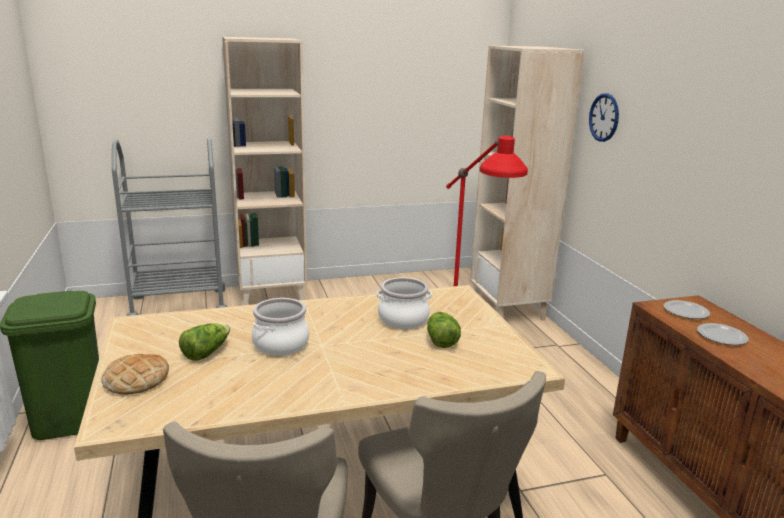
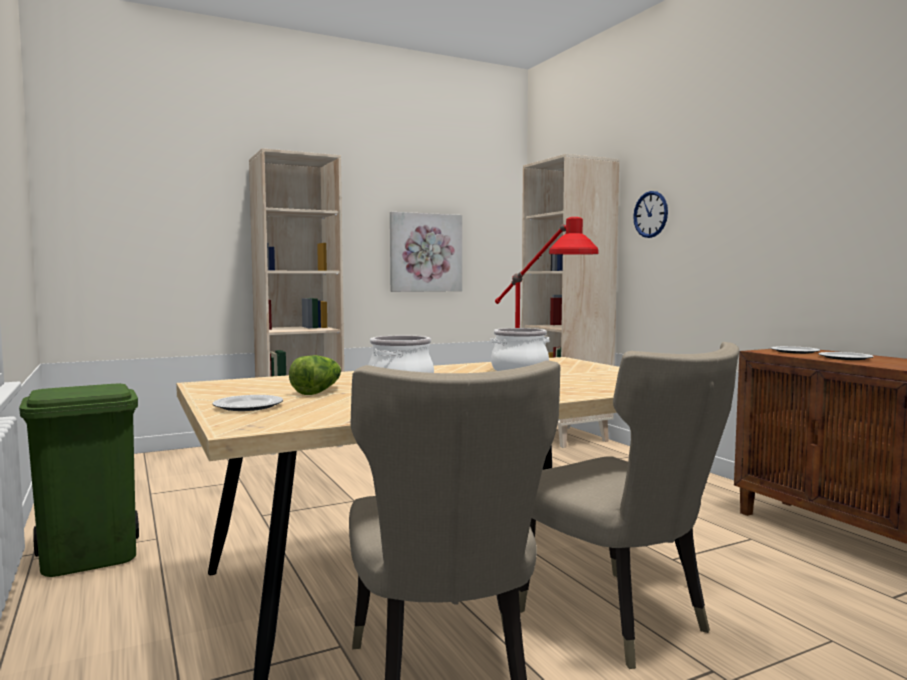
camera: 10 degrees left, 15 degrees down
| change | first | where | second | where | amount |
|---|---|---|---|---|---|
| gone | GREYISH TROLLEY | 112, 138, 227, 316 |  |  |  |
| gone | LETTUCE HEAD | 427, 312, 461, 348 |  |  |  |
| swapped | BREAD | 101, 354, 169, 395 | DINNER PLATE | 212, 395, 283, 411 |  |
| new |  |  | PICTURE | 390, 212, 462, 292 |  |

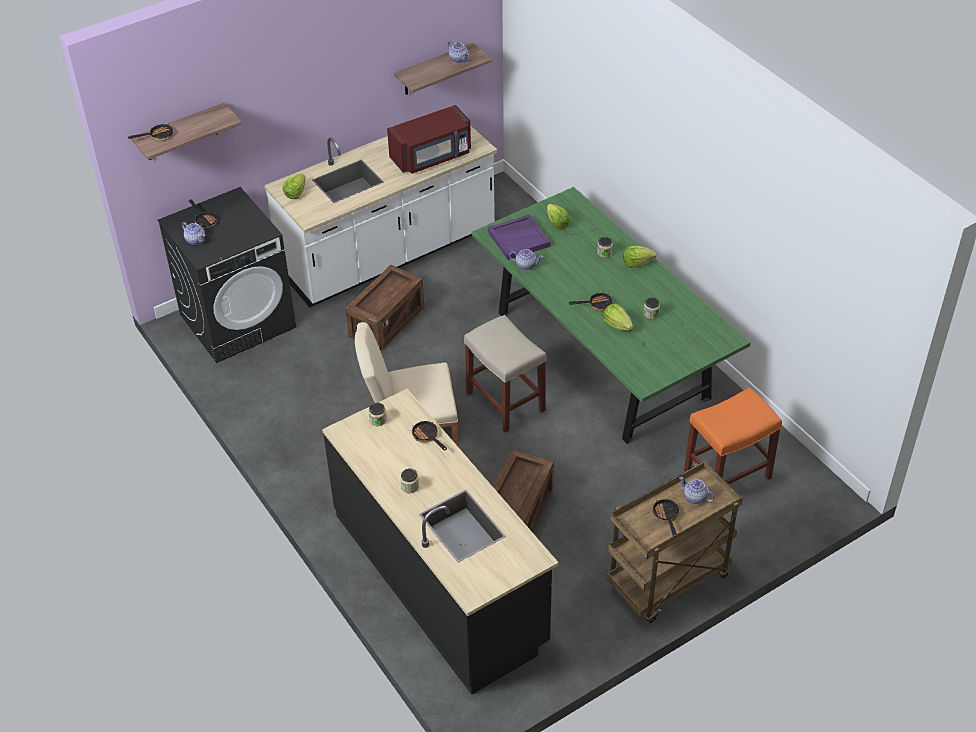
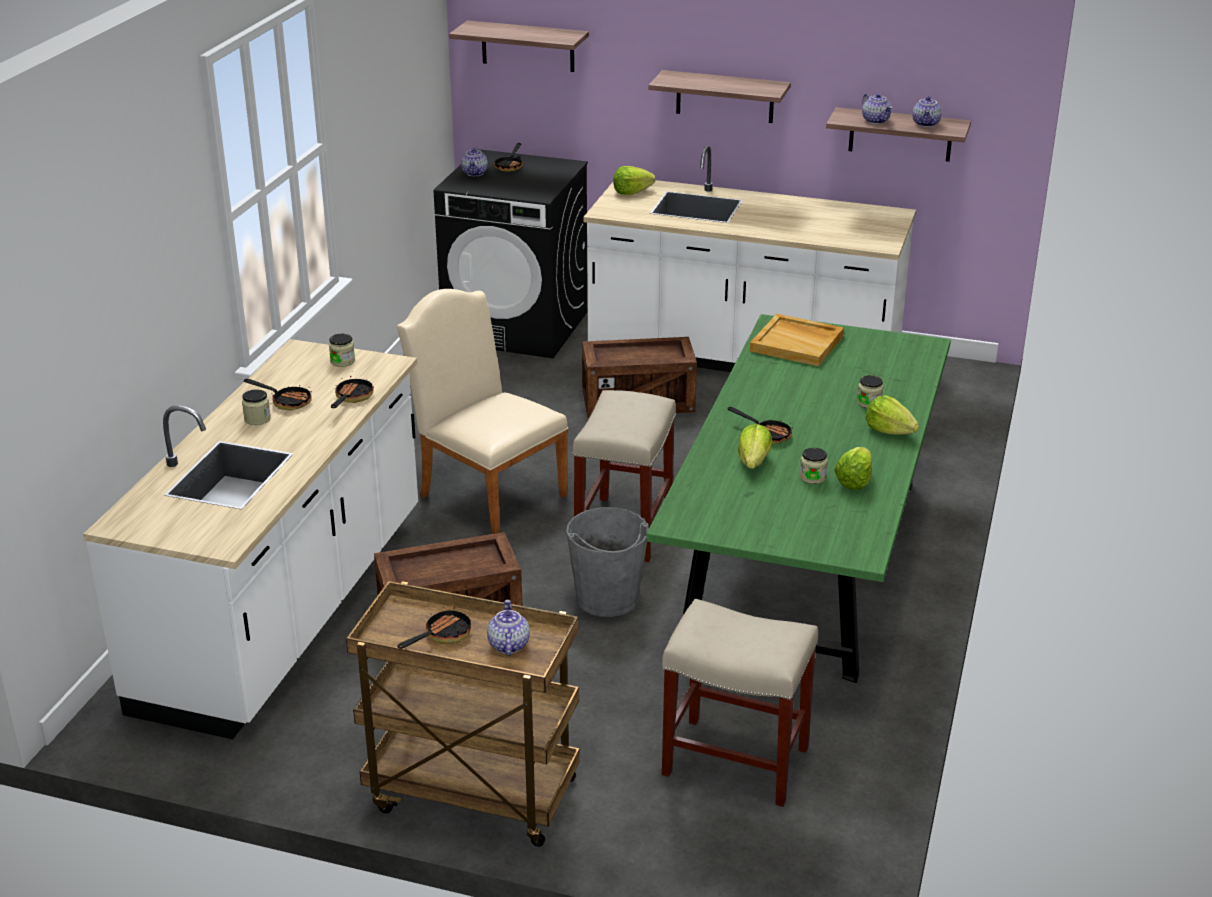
camera: 50 degrees right, 15 degrees down
| change | first | where | second | where | amount |
|---|---|---|---|---|---|
| gone | REDDISH MICROWAVE OVEN | 387, 105, 471, 174 |  |  |  |
| shifted | SKILLET | 128, 123, 173, 141 |  | 244, 379, 312, 410 |  |
| shifted | LETTUCE HEAD | 547, 204, 570, 229 |  | 834, 447, 872, 490 |  |
| repainted | PURPLE-COLOURED CARRYING TRAY | 488, 214, 551, 260 | BEIGE-COLOURED CARRYING TRAY | 750, 314, 844, 366 |  |
| shifted | TEA POT | 509, 249, 543, 270 |  | 862, 93, 892, 124 |  |
| repainted | ORANGE-COLOURED STOOL SEAT | 684, 387, 782, 484 | BEIGE-COLOURED STOOL SEAT | 662, 599, 818, 807 |  |
| repainted | BLACK KITCHEN COUNTER | 322, 389, 559, 695 | WHITISH KITCHEN COUNTER | 83, 339, 418, 739 |  |
| new |  |  | BRACKET SHELF | 648, 70, 791, 123 |  |
| new |  |  | GREYISH BUCKET | 566, 507, 649, 617 |  |

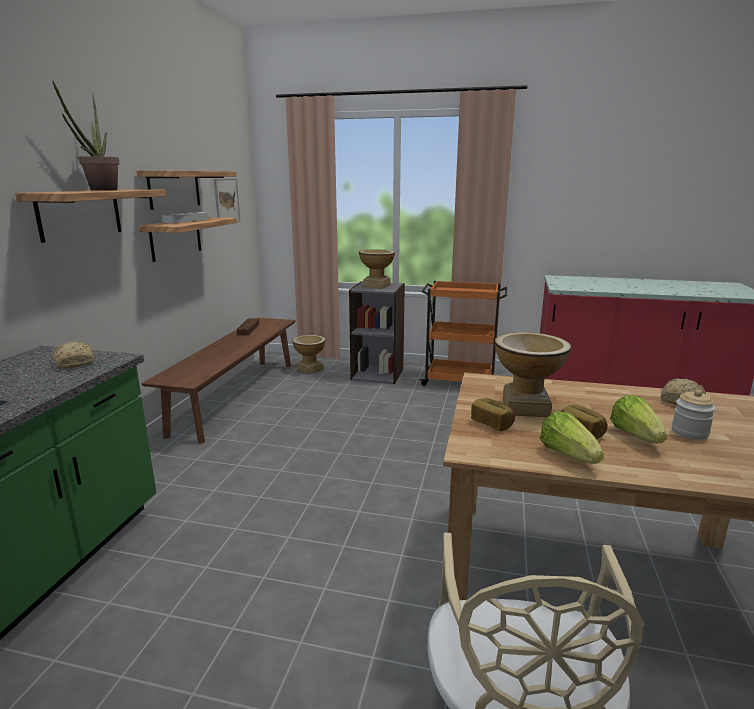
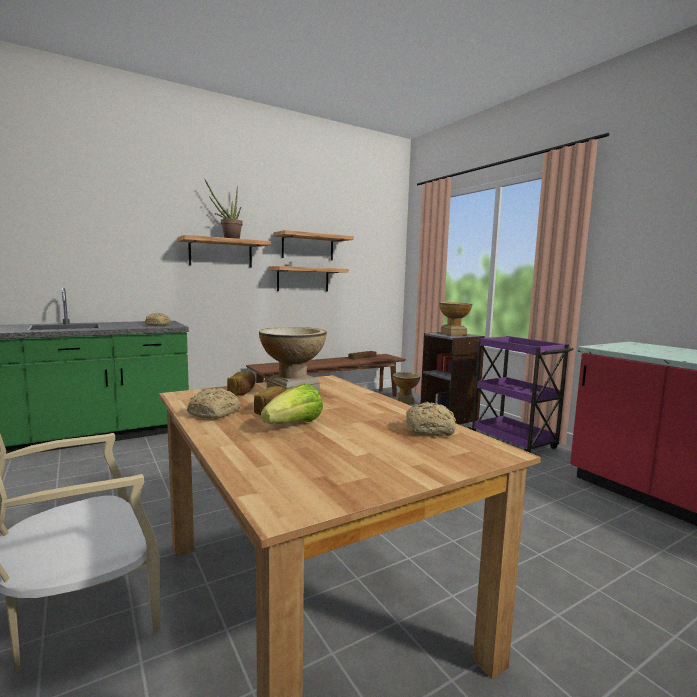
camera: 45 degrees right, 10 degrees down
| change | first | where | second | where | amount |
|---|---|---|---|---|---|
| gone | PICTURE | 214, 179, 240, 222 |  |  |  |
| repainted | ORANGE-COLOURED TROLLEY | 419, 281, 507, 386 | PURPLE-COLOURED TROLLEY | 467, 336, 574, 453 |  |
| gone | PRESERVE JAR | 672, 390, 716, 440 |  |  |  |
| swapped | LETTUCE HEAD | 540, 411, 604, 464 | BREAD | 187, 388, 241, 419 |  |

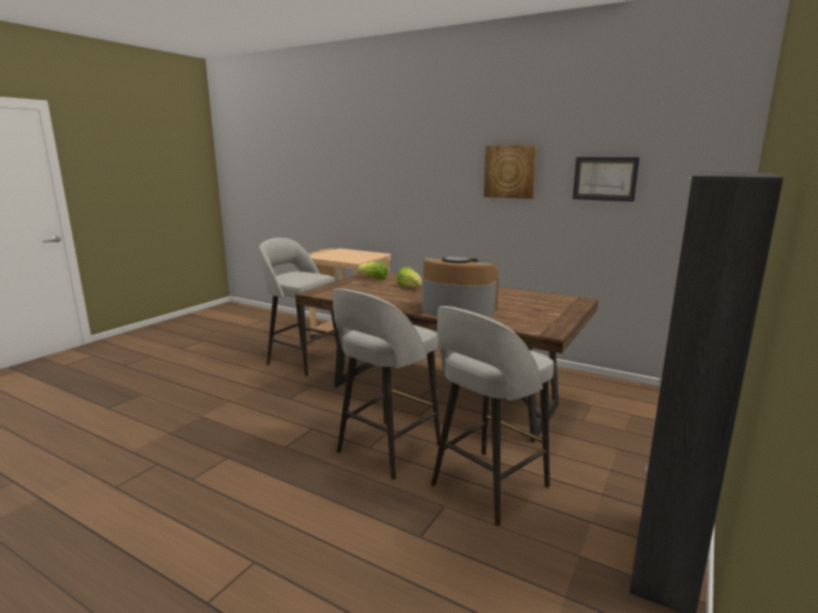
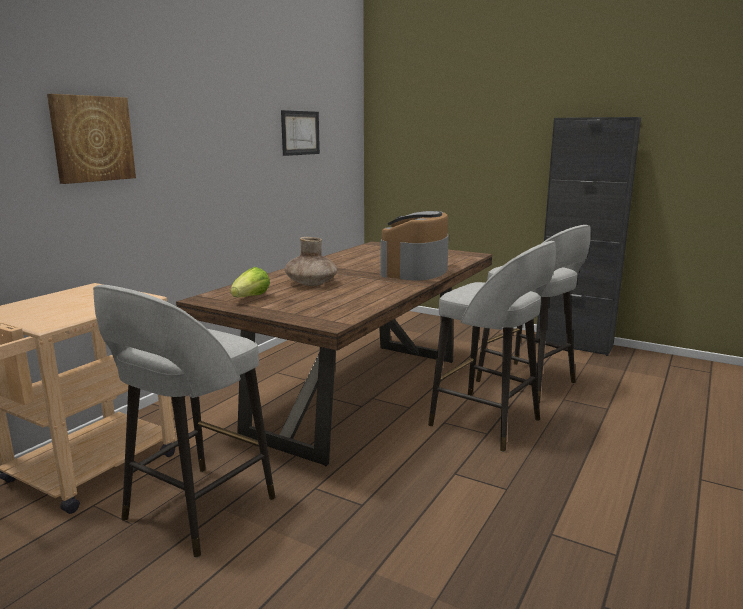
camera: 90 degrees left, 0 degrees up
| change | first | where | second | where | amount |
|---|---|---|---|---|---|
| shifted | PICTURE | 484, 145, 537, 199 |  | 47, 94, 136, 184 |  |
| swapped | LETTUCE HEAD | 396, 267, 422, 287 | BROWN-COLOURED VASE | 285, 237, 337, 286 |  |

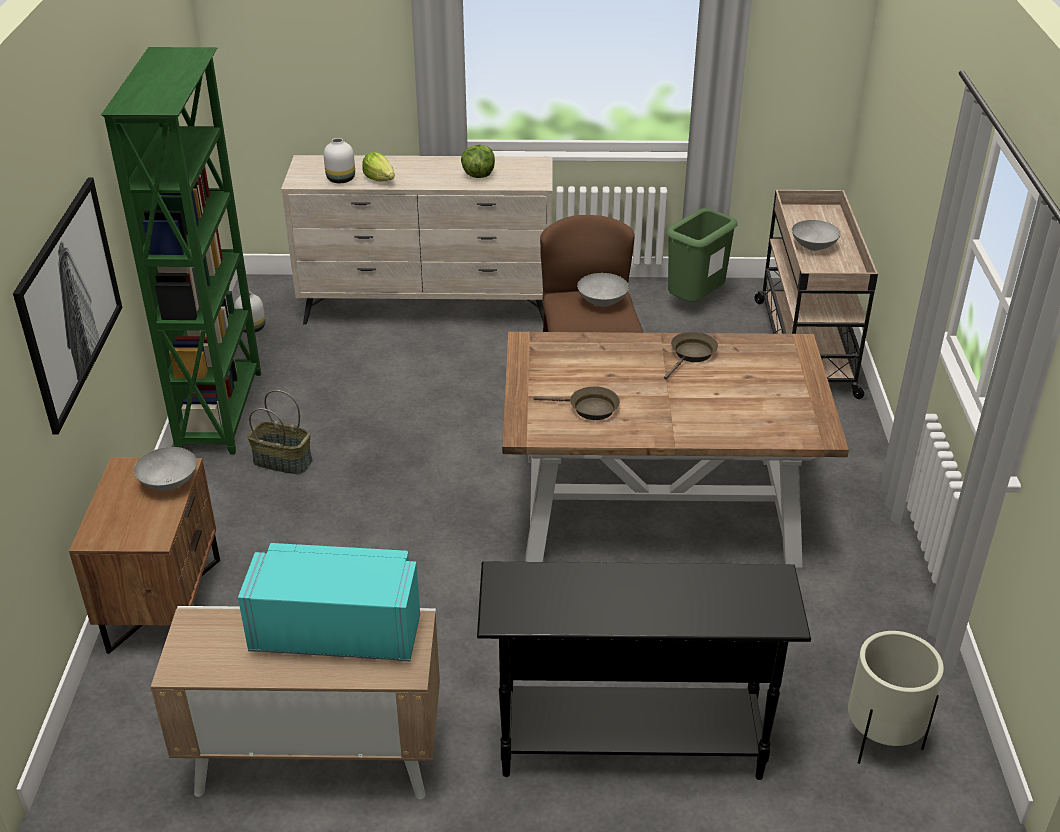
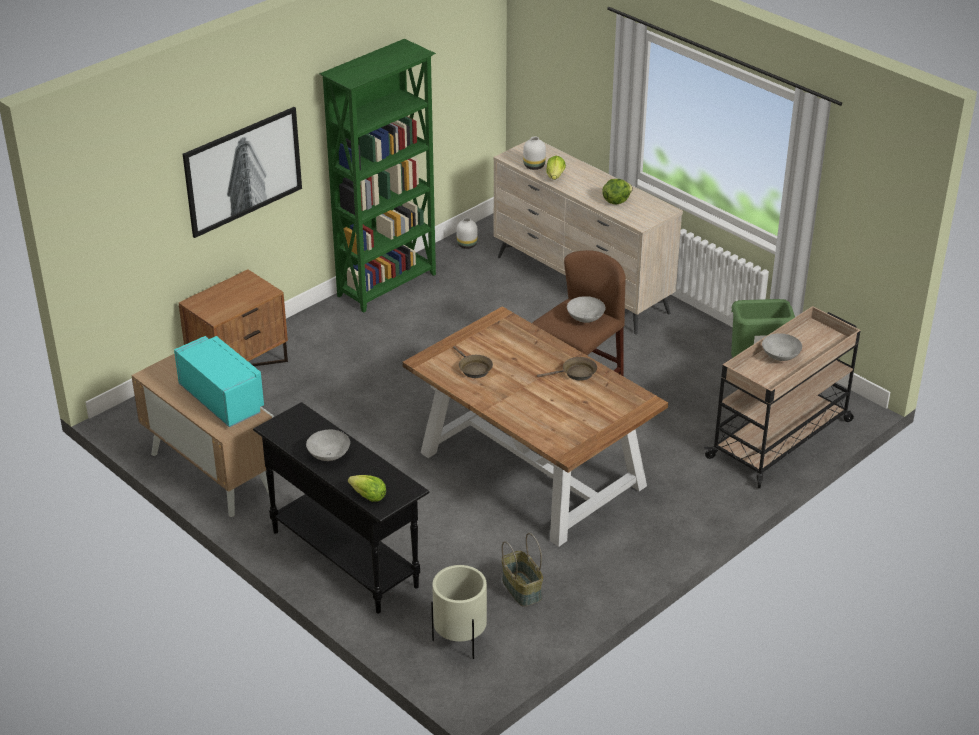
camera: 45 degrees right, 0 degrees up
| change | first | where | second | where | amount |
|---|---|---|---|---|---|
| shifted | STORAGE BASKET | 248, 390, 312, 474 |  | 501, 533, 543, 607 |  |
| shifted | GREYISH SERVING BOWL | 134, 447, 197, 491 |  | 306, 430, 350, 461 |  |
| new |  |  | LETTUCE HEAD | 348, 475, 386, 502 |  |

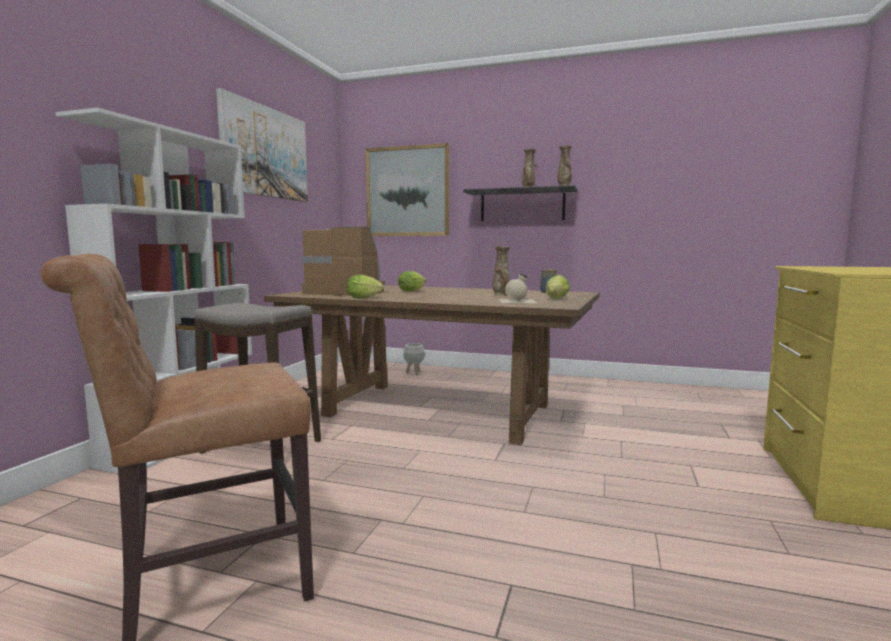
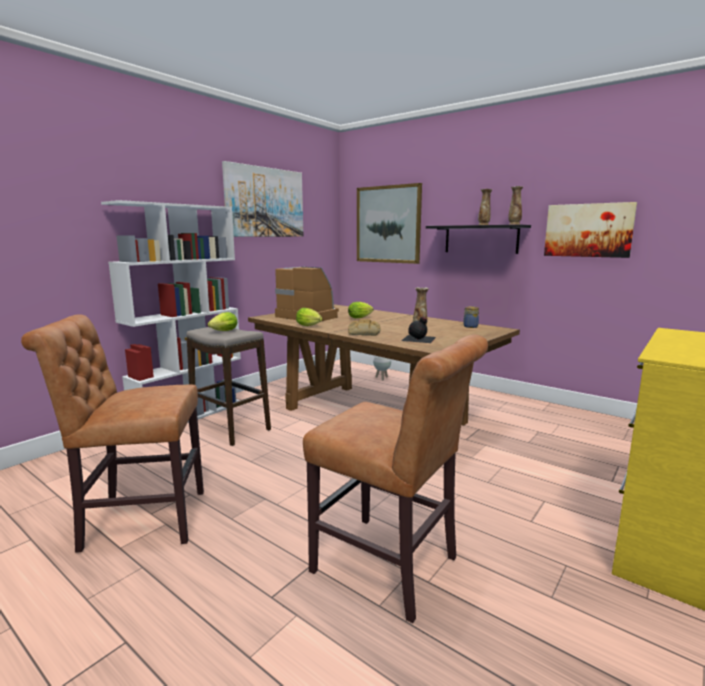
camera: 20 degrees right, 5 degrees up
| change | first | where | second | where | amount |
|---|---|---|---|---|---|
| repainted | BEIGE-COLOURED BEVERAGE BOTTLE | 498, 274, 537, 303 | BLACK BEVERAGE BOTTLE | 402, 317, 436, 343 |  |
| shifted | LETTUCE HEAD | 546, 275, 570, 299 |  | 208, 312, 237, 331 |  |
| new |  |  | PICTURE | 544, 202, 637, 258 |  |
| new |  |  | BREAD | 348, 319, 381, 336 |  |
| new |  |  | BROWN-COLOURED PLAIN CHAIR | 303, 334, 488, 623 |  |

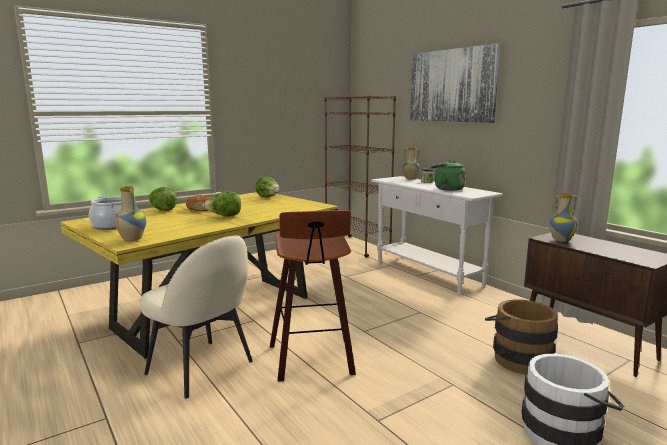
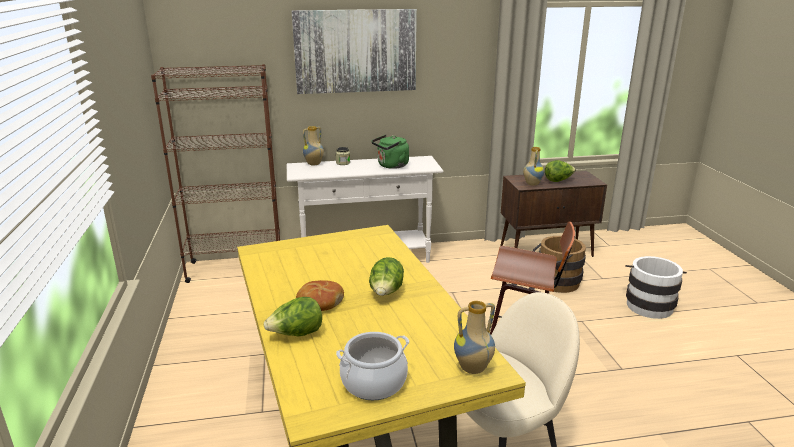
camera: 65 degrees left, 10 degrees up
| change | first | where | second | where | amount |
|---|---|---|---|---|---|
| shifted | LETTUCE HEAD | 255, 177, 279, 198 |  | 545, 160, 576, 182 |  |

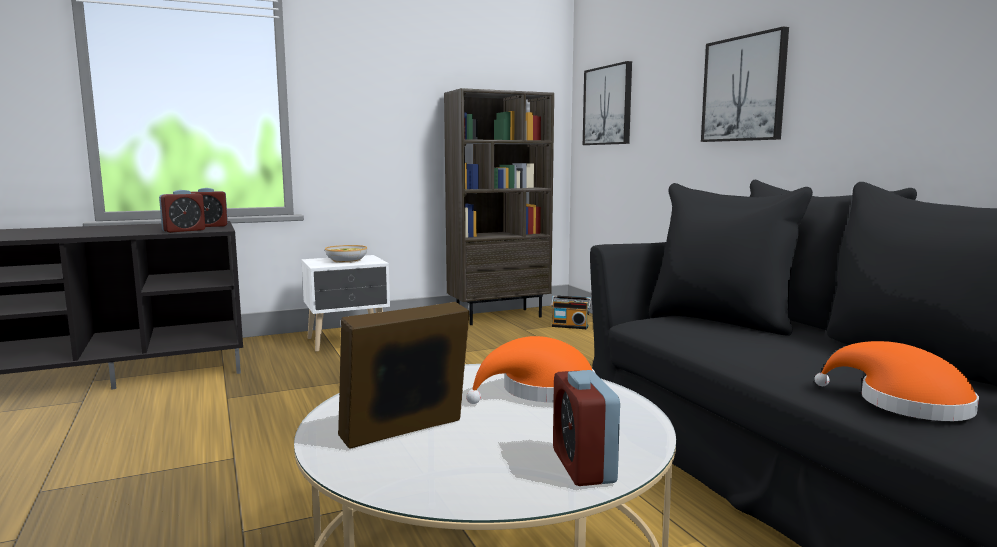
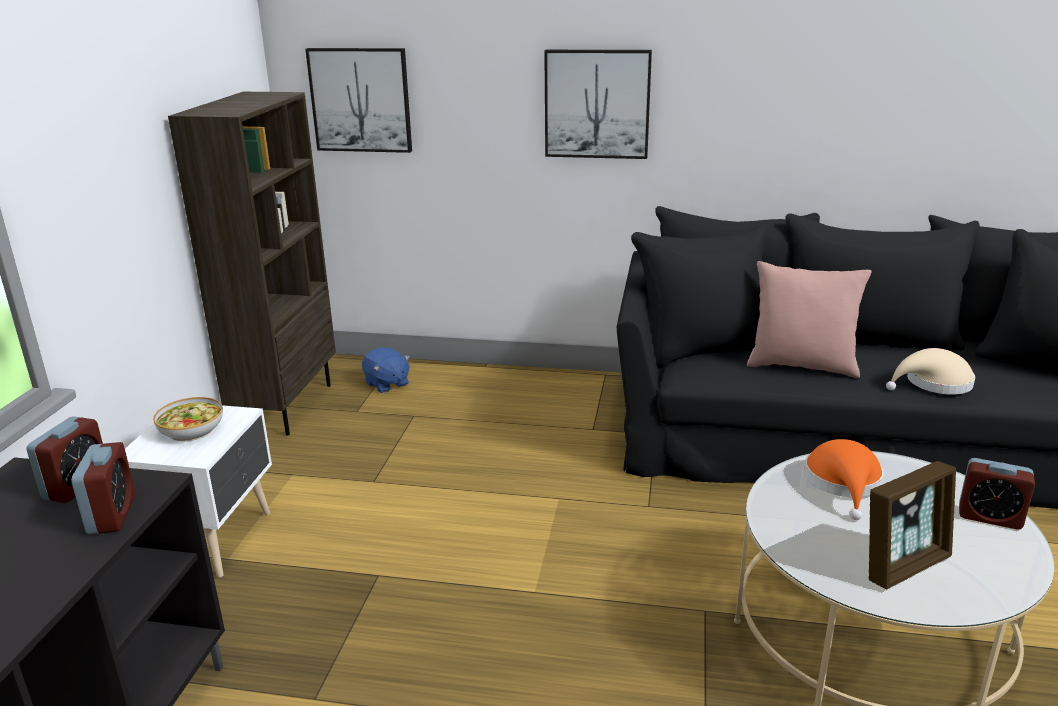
camera: 55 degrees left, 15 degrees up
| change | first | where | second | where | amount |
|---|---|---|---|---|---|
| swapped | RADIO RECEIVER | 551, 295, 591, 329 | BLUE CUDDLY TOY | 362, 347, 410, 393 |  |
| rotated | PHOTO FRAME | 338, 302, 469, 449 |  | 869, 461, 956, 589 | 120 degrees counterclockwise |
| repainted | ORANGE-COLOURED WEARABLE HAT | 814, 341, 979, 421 | BEIGE-COLOURED WEARABLE HAT | 886, 348, 975, 394 |  |
| new |  |  | PINK-COLOURED PILLOW | 747, 261, 872, 378 |  |

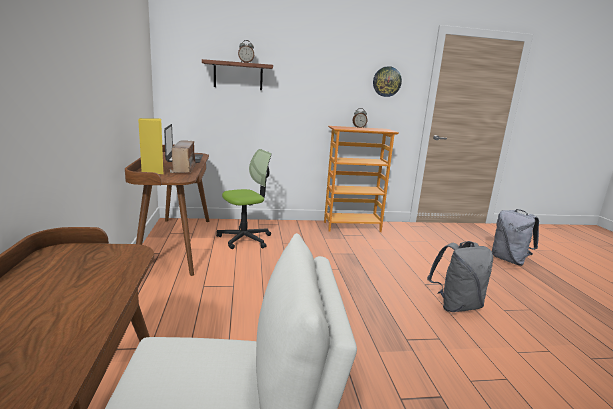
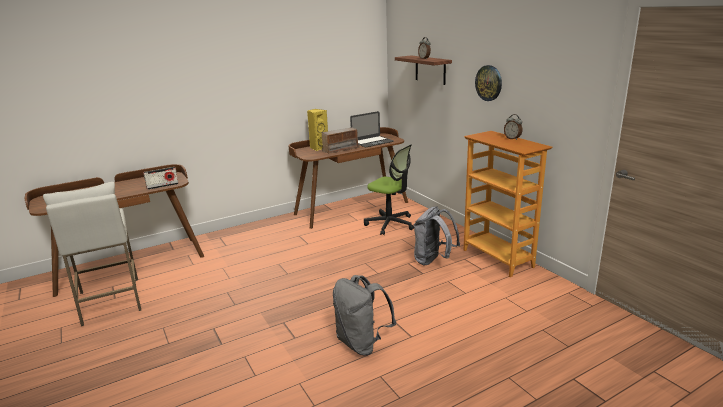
camera: 70 degrees right, 5 degrees up
| change | first | where | second | where | amount |
|---|---|---|---|---|---|
| shifted | WALL CLOCK | 373, 66, 402, 97 |  | 475, 65, 502, 101 |  |
| shifted | GREYISH KNAPSACK | 492, 209, 539, 266 |  | 414, 206, 460, 265 |  |
| new |  |  | RADIO RECEIVER | 143, 167, 179, 190 |  |

